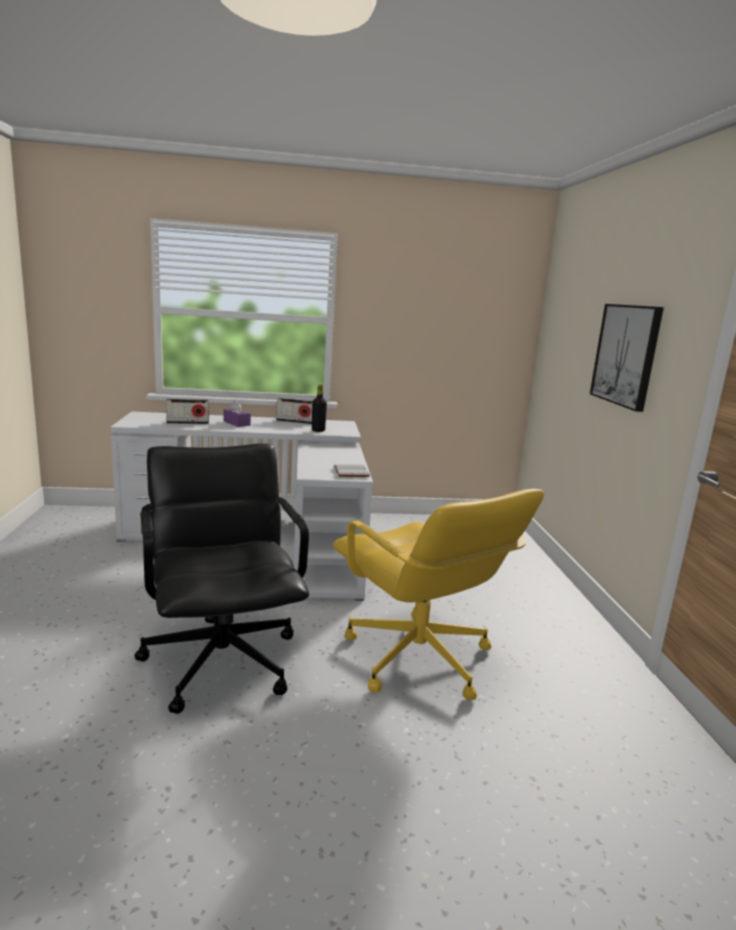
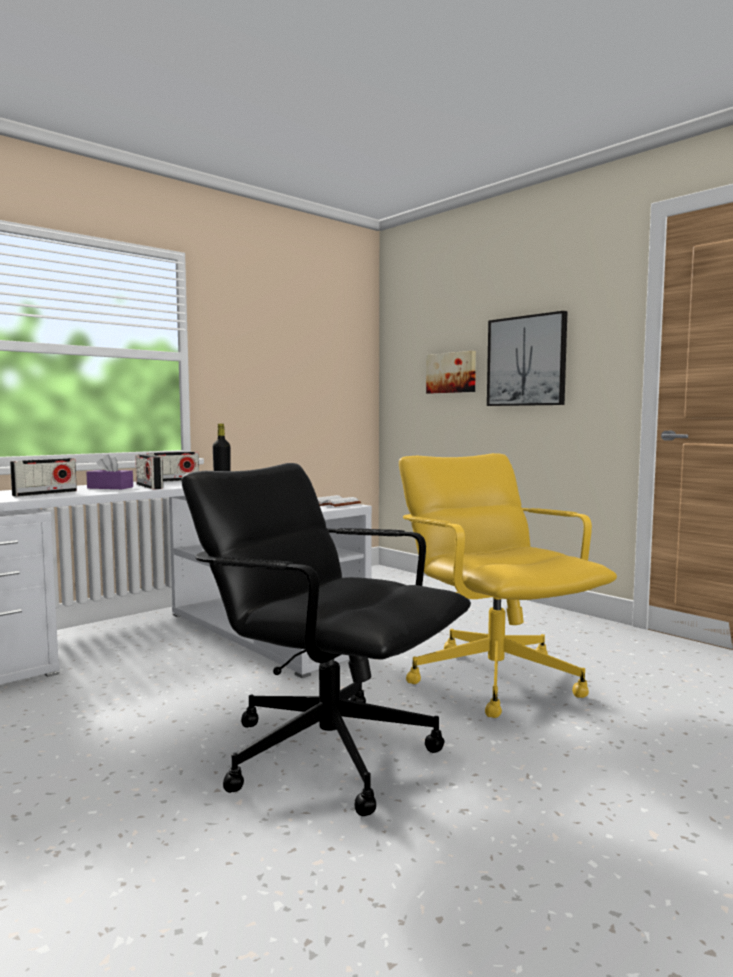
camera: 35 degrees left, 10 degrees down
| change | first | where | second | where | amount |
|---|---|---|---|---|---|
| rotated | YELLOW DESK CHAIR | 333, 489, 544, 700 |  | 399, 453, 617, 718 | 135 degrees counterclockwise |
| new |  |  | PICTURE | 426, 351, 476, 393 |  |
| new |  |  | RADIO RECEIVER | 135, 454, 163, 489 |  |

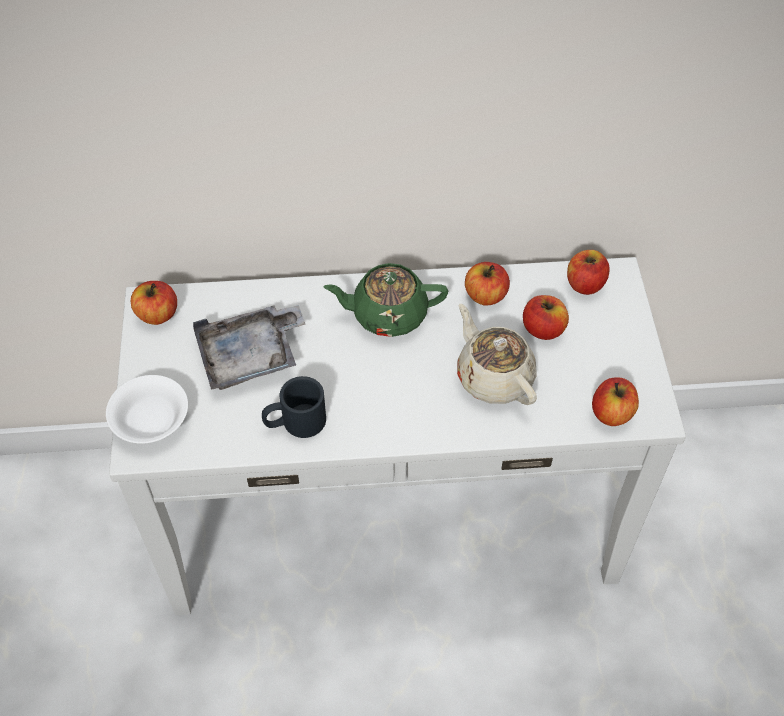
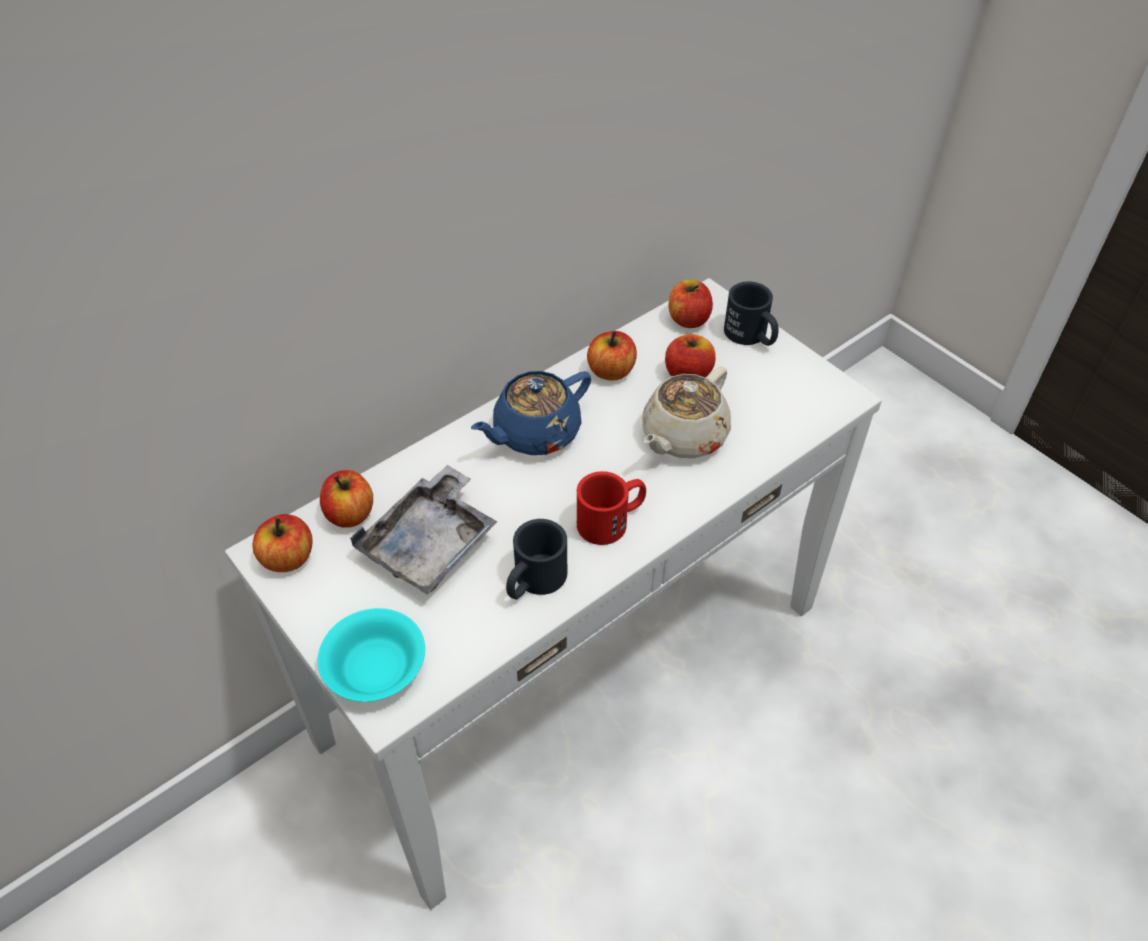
camera: 35 degrees left, 5 degrees down
| change | first | where | second | where | amount |
|---|---|---|---|---|---|
| repainted | GREEN-COLOURED TEA POT | 324, 263, 448, 337 | BLUE TEA POT | 471, 371, 592, 455 |  |
| rotated | BEIGE-COLOURED TEA POT | 457, 304, 537, 405 |  | 642, 366, 731, 458 | 75 degrees counterclockwise |
| repainted | WHITISH SERVING BOWL | 106, 375, 188, 444 | TURQUOISE SERVING BOWL | 318, 608, 425, 702 |  |
| shifted | WHOLE APPLE | 592, 377, 639, 426 |  | 320, 470, 373, 528 |  |
| new |  |  | BLACK COFFEE MUG | 724, 281, 779, 346 |  |
| new |  |  | REDDISH COFFEE MUG | 577, 471, 646, 545 |  |

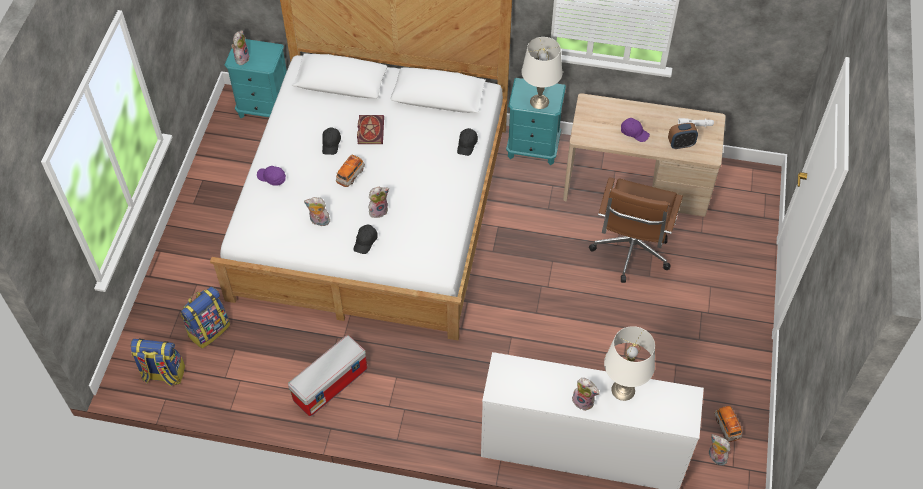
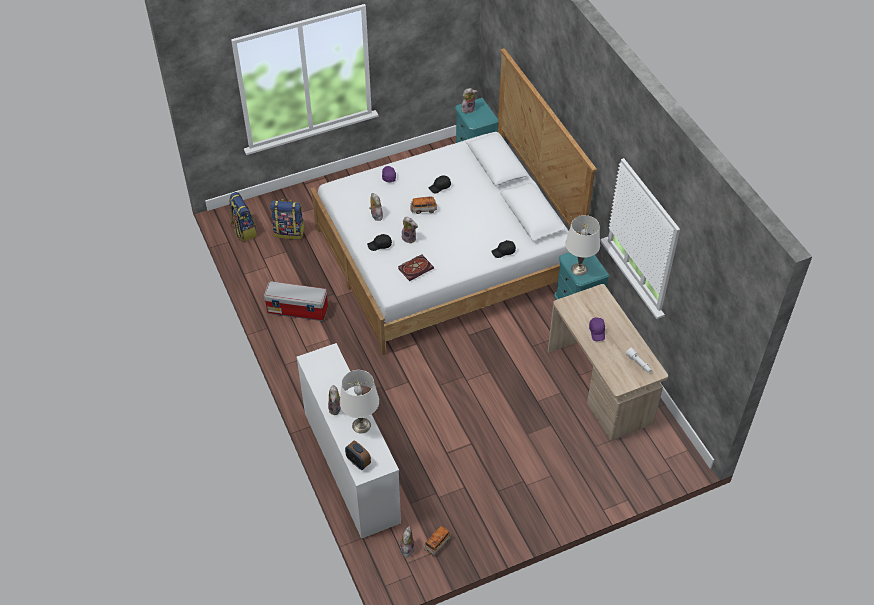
camera: 55 degrees right, 5 degrees down
| change | first | where | second | where | amount |
|---|---|---|---|---|---|
| shifted | BOOK | 357, 115, 384, 144 |  | 398, 254, 434, 281 |  |
| shifted | ALARM CLOCK | 668, 123, 698, 149 |  | 345, 441, 371, 470 |  |
| gone | BROWN-COLOURED DESK CHAIR | 589, 177, 683, 283 |  |  |  |

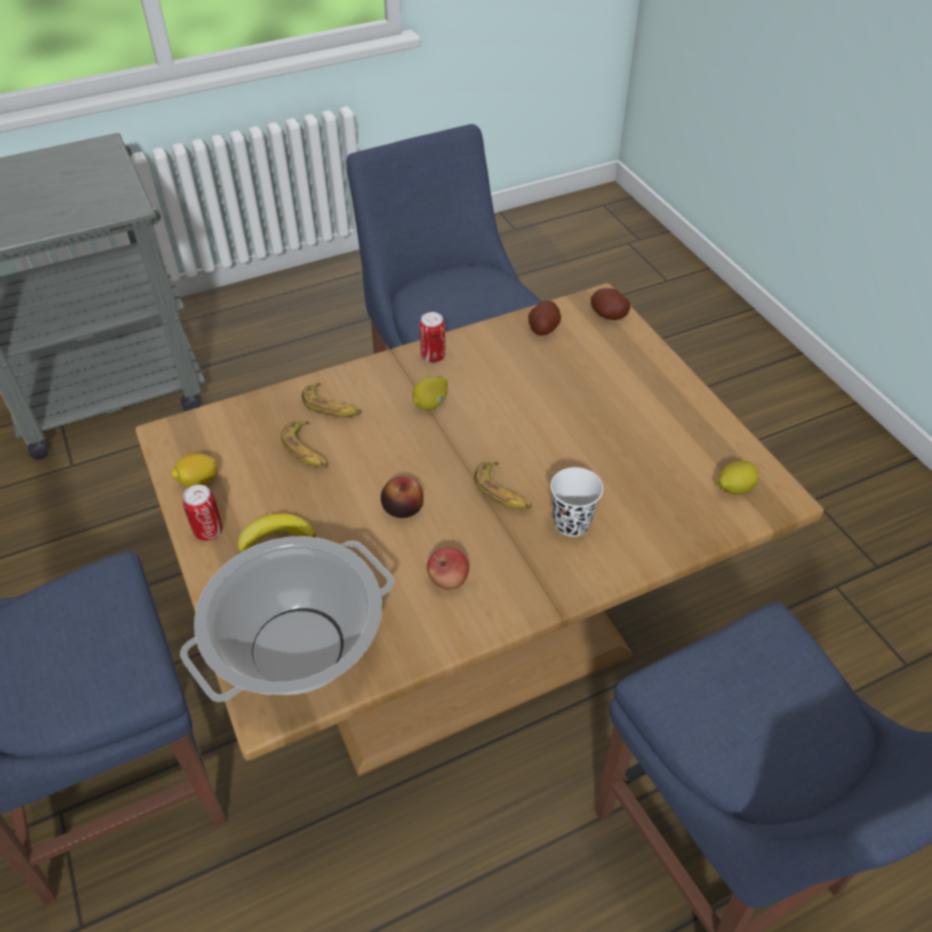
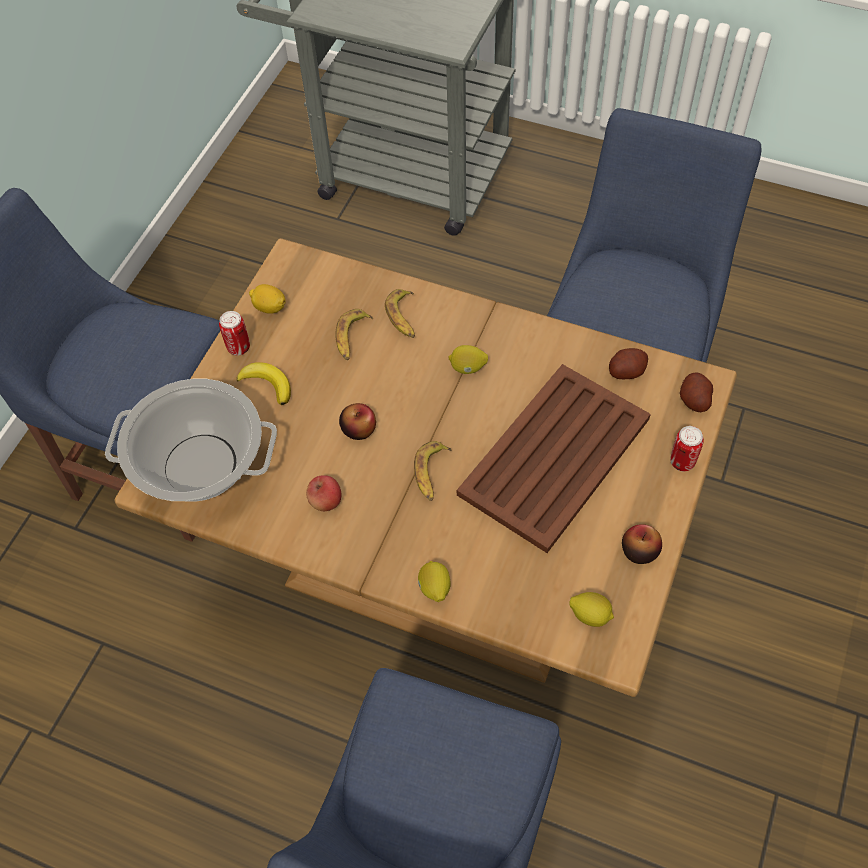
camera: 50 degrees right, 10 degrees up
| change | first | where | second | where | amount |
|---|---|---|---|---|---|
| shifted | SEALED CAN | 419, 312, 445, 362 |  | 670, 426, 704, 471 |  |
| gone | WHITISH SMALL CUP | 551, 467, 603, 537 |  |  |  |
| new |  |  | BROWN-COLOURED CARRYING TRAY | 457, 364, 651, 553 |  |
| new |  |  | WHOLE APPLE | 622, 524, 662, 564 |  |
| new |  |  | LEMON | 418, 561, 451, 602 |  |

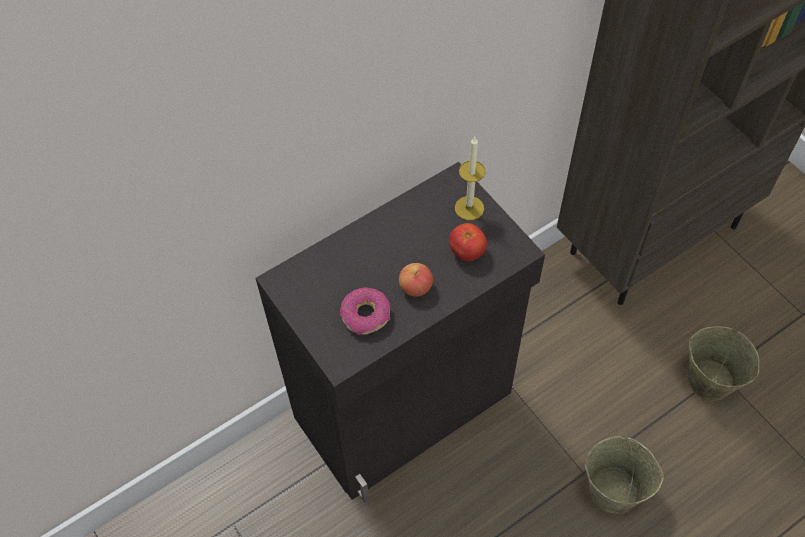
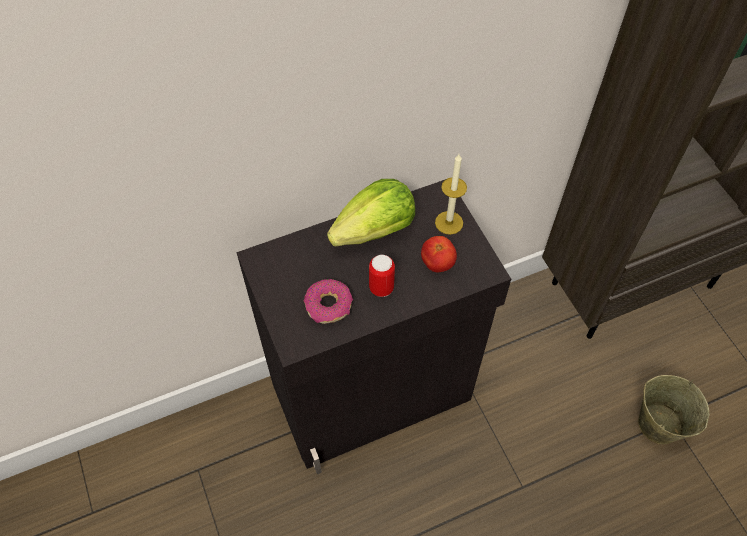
camera: 10 degrees right, 0 degrees up
| change | first | where | second | where | amount |
|---|---|---|---|---|---|
| swapped | WHOLE APPLE | 399, 263, 433, 297 | SEALED CAN | 369, 255, 395, 297 |  |
| gone | BEIGE-COLOURED BUCKET | 585, 436, 664, 514 |  |  |  |
| new |  |  | LETTUCE HEAD | 327, 179, 415, 246 |  |

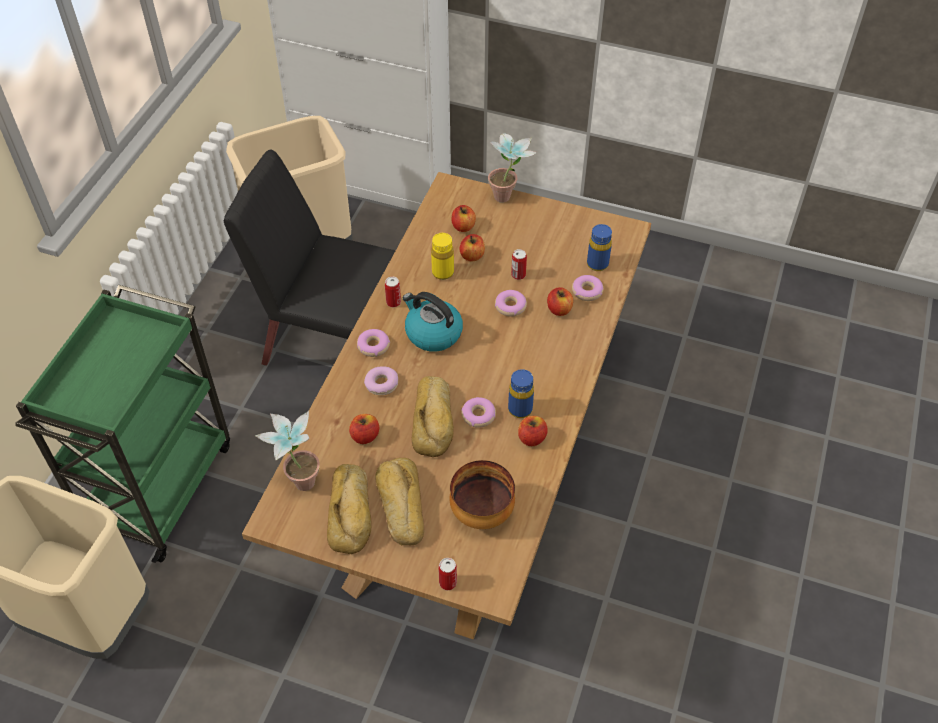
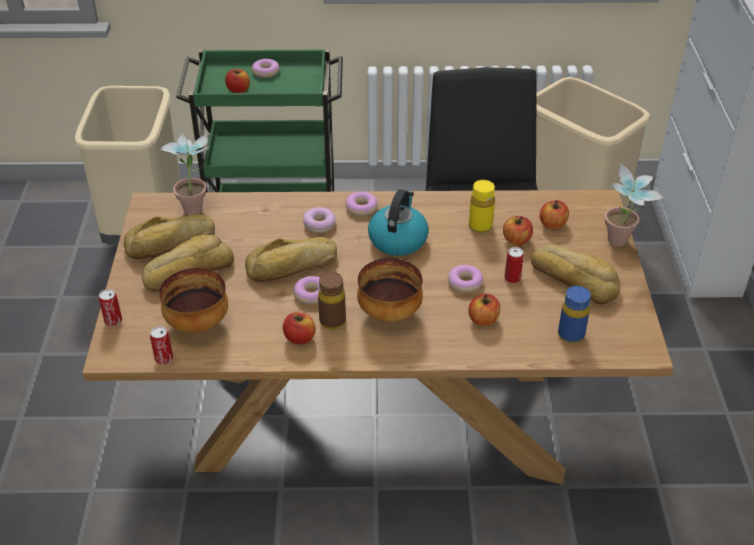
camera: 70 degrees right, 10 degrees down
| change | first | where | second | where | amount |
|---|---|---|---|---|---|
| shifted | DOUGHNUT | 572, 275, 604, 301 |  | 252, 59, 280, 78 |  |
| shifted | SEALED CAN | 385, 276, 401, 307 |  | 150, 326, 173, 365 |  |
| repainted | BLUE BEVERAGE BOTTLE | 508, 369, 534, 418 | BROWN-COLOURED BEVERAGE BOTTLE | 318, 272, 346, 329 |  |
| shifted | WHOLE APPLE | 349, 414, 379, 444 |  | 225, 69, 250, 93 |  |
| new |  |  | BREAD | 531, 244, 620, 304 |  |
| new |  |  | SERVING BOWL | 357, 258, 423, 322 |  |

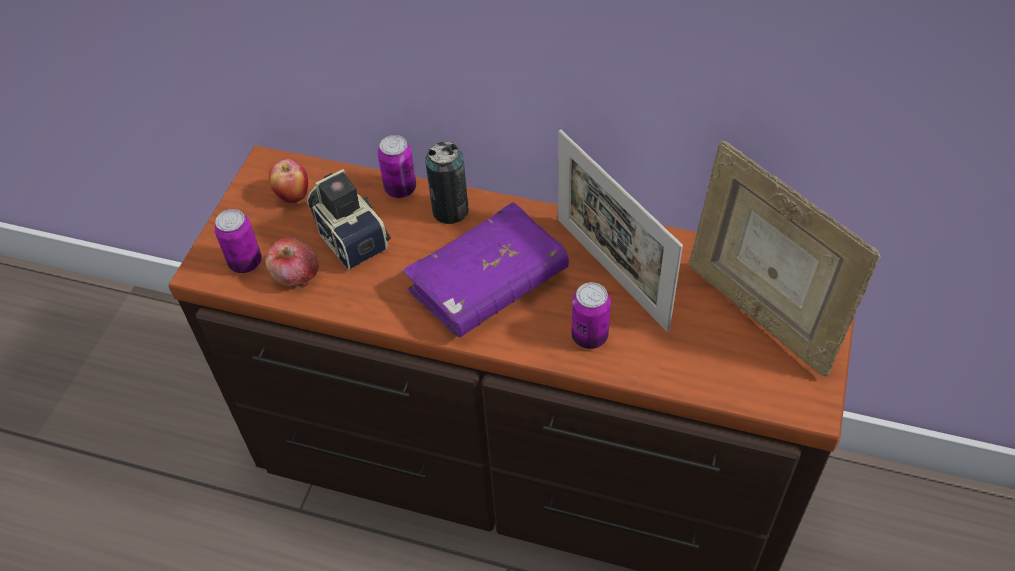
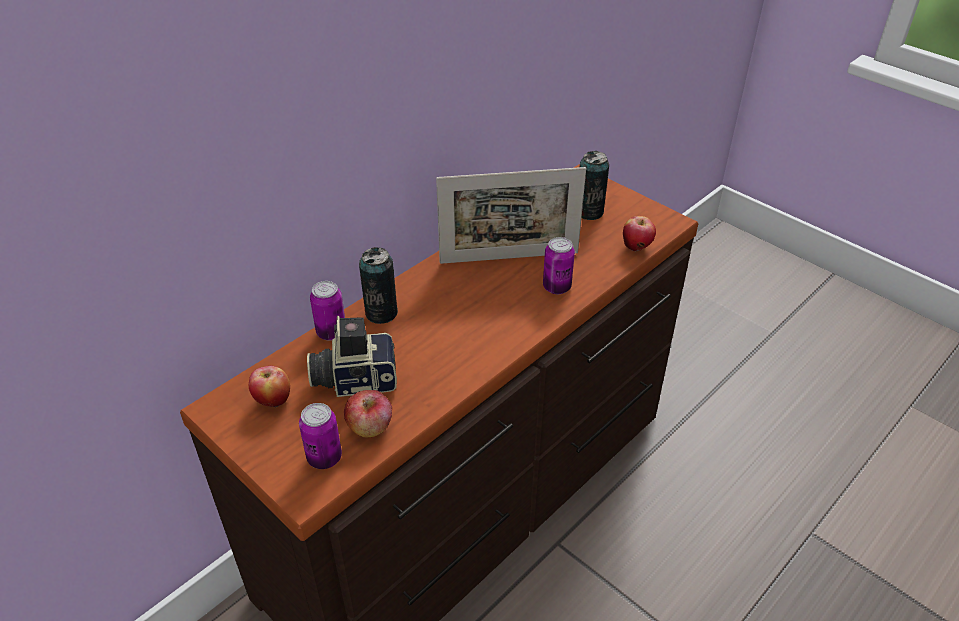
camera: 65 degrees left, 10 degrees down
| change | first | where | second | where | amount |
|---|---|---|---|---|---|
| swapped | PHOTO FRAME | 689, 141, 881, 377 | SEALED CAN | 580, 151, 609, 220 |  |
| gone | PURPLE-COLOURED BOOK | 402, 202, 569, 337 |  |  |  |
| new |  |  | WHOLE APPLE | 623, 216, 656, 252 |  |

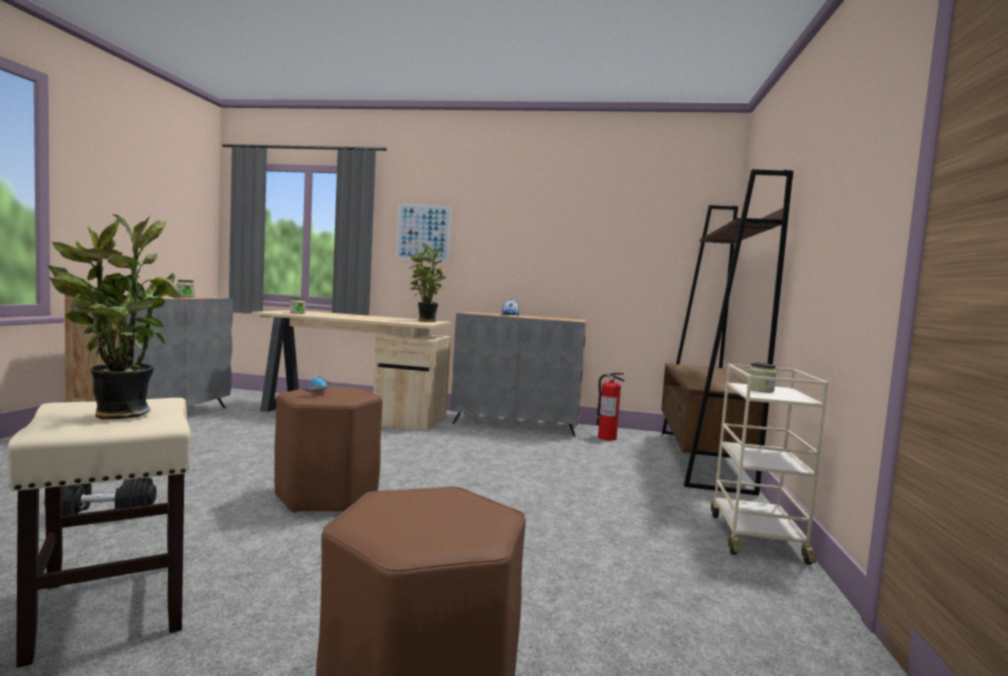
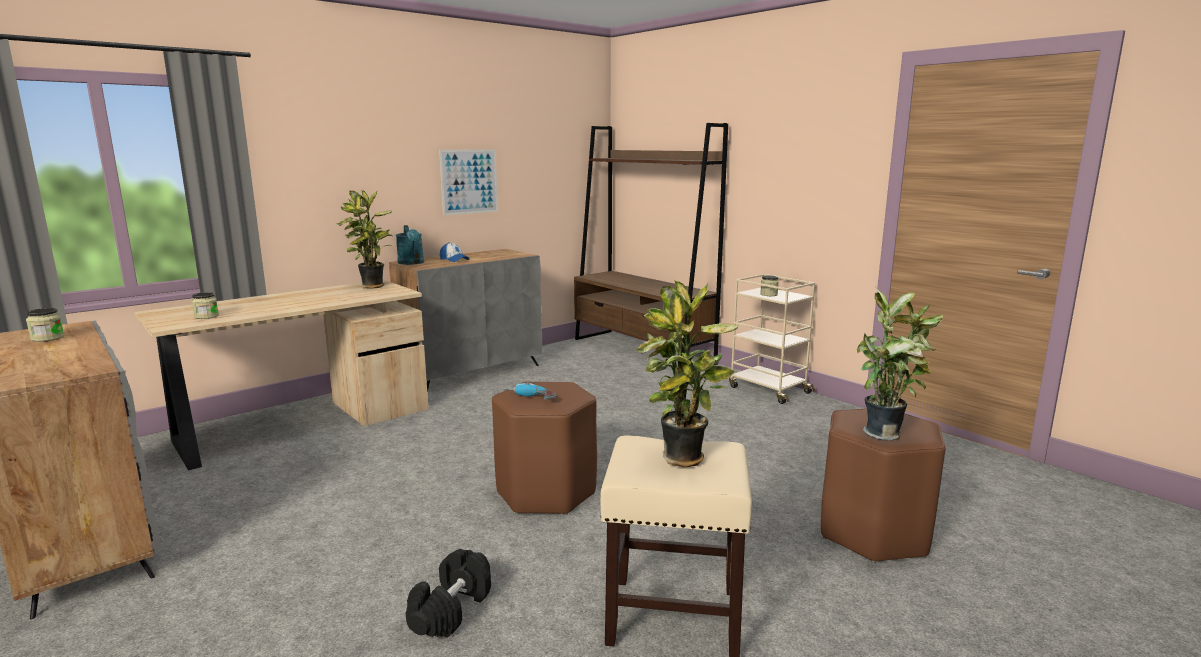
camera: 50 degrees left, 10 degrees up
| change | first | where | second | where | amount |
|---|---|---|---|---|---|
| shifted | PICTURE | 396, 204, 452, 262 |  | 439, 149, 498, 215 |  |
| gone | EXTINGUISHER | 597, 373, 625, 441 |  |  |  |
| new |  |  | TURQUOISE WATERING POT | 396, 225, 424, 265 |  |
| new |  |  | HOUSEPLANT | 857, 288, 943, 441 |  |

